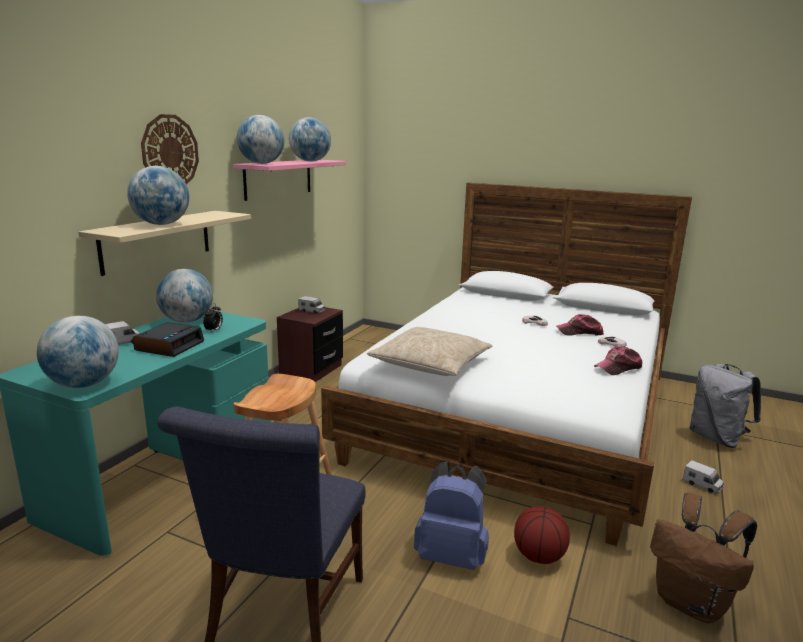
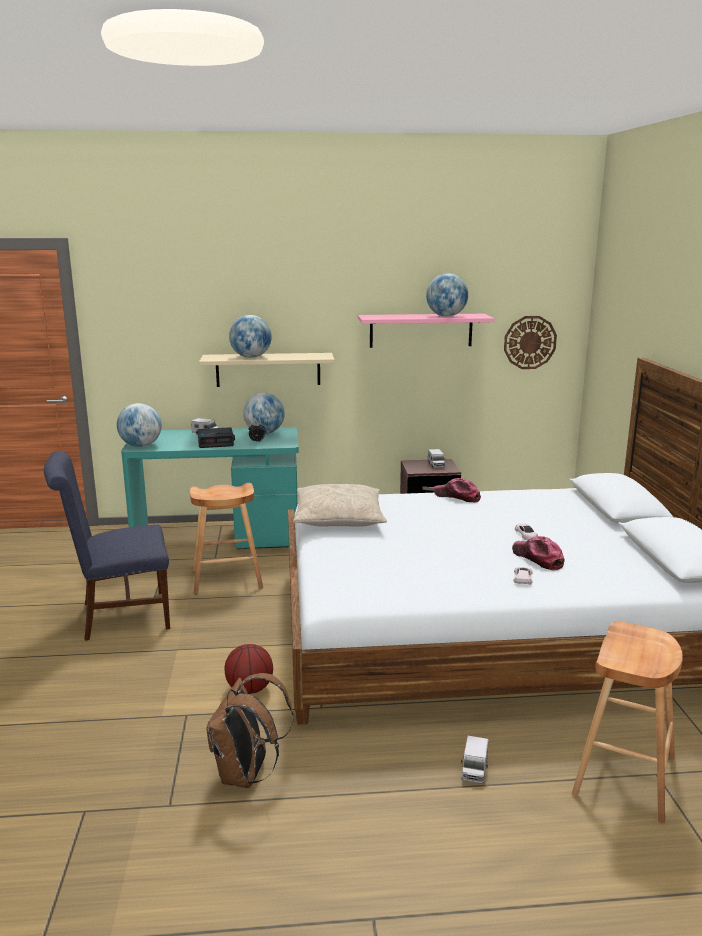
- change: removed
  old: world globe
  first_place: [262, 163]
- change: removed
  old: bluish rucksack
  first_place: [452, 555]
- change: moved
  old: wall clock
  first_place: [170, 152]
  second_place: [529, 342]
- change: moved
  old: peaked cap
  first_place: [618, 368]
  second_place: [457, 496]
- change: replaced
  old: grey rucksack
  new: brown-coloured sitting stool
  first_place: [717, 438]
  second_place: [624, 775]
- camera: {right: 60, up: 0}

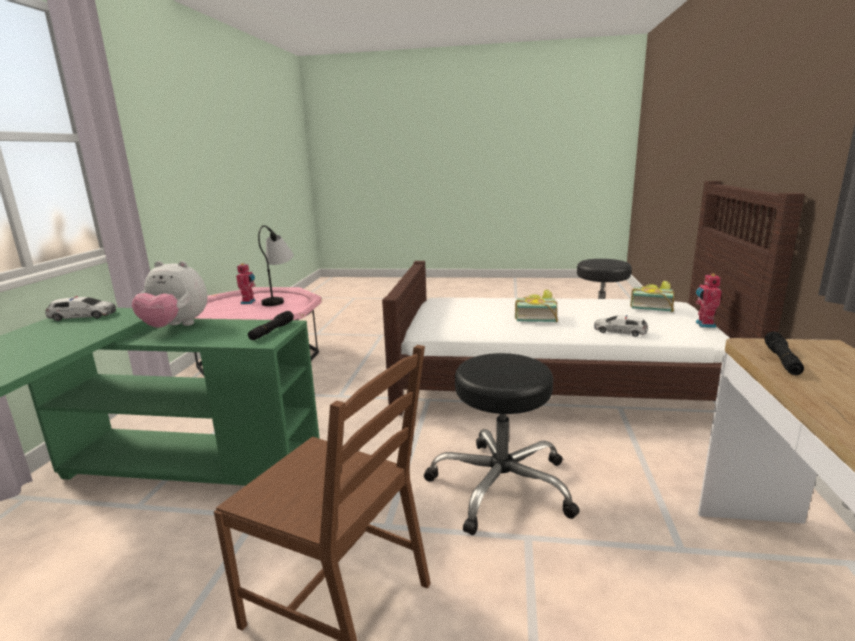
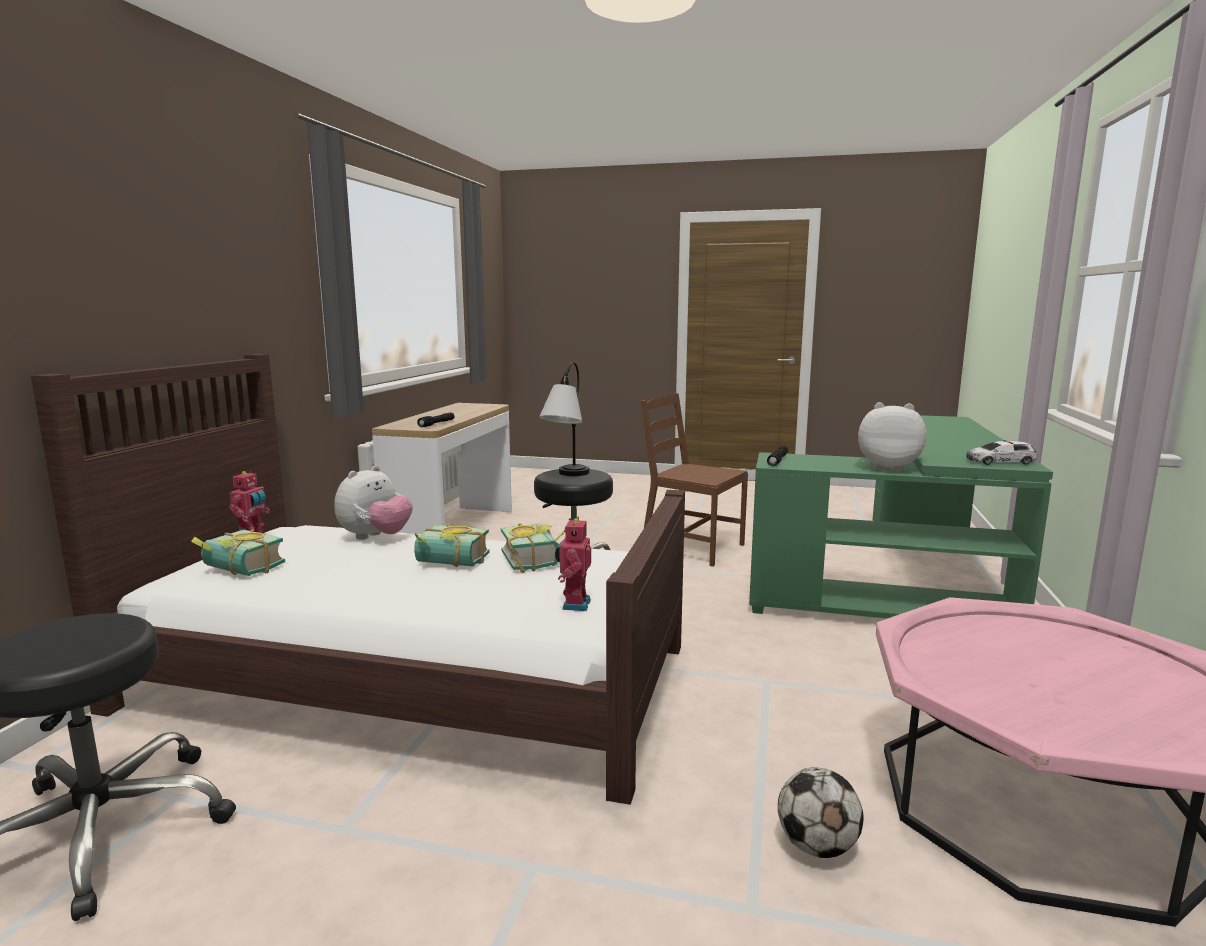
- change: added
  new: bound book
  second_place: [537, 560]
- change: added
  new: football ball
  second_place: [817, 846]
- change: moved
  old: model robot
  first_place: [249, 302]
  second_place: [574, 604]
- change: moved
  old: tabletop lamp
  first_place: [280, 299]
  second_place: [566, 477]
- change: replaced
  old: toy car
  new: plush toy
  first_place: [620, 331]
  second_place: [375, 537]
- camera: {right: -175, up: -5}

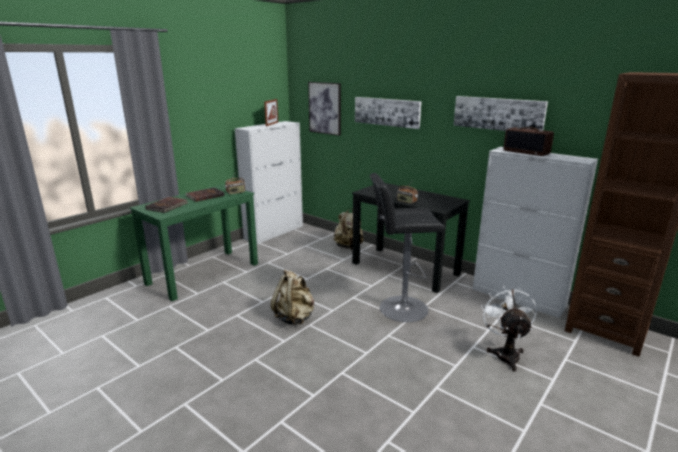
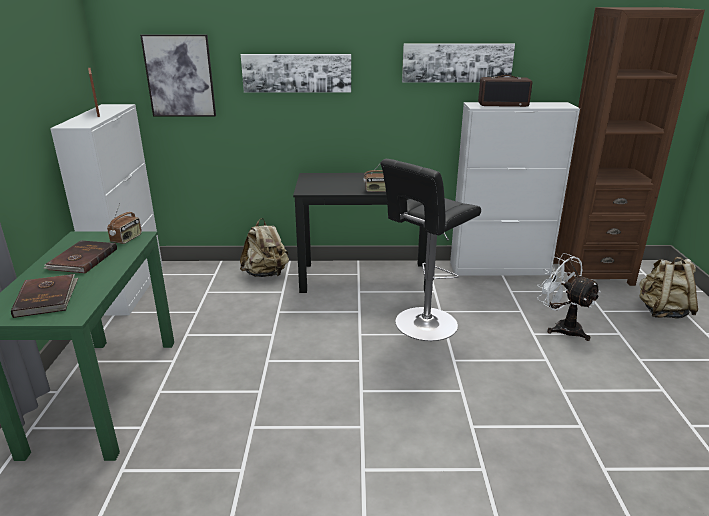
- change: moved
  old: beige rucksack
  first_place: [294, 317]
  second_place: [662, 311]
- camera: {right: -40, up: 5}

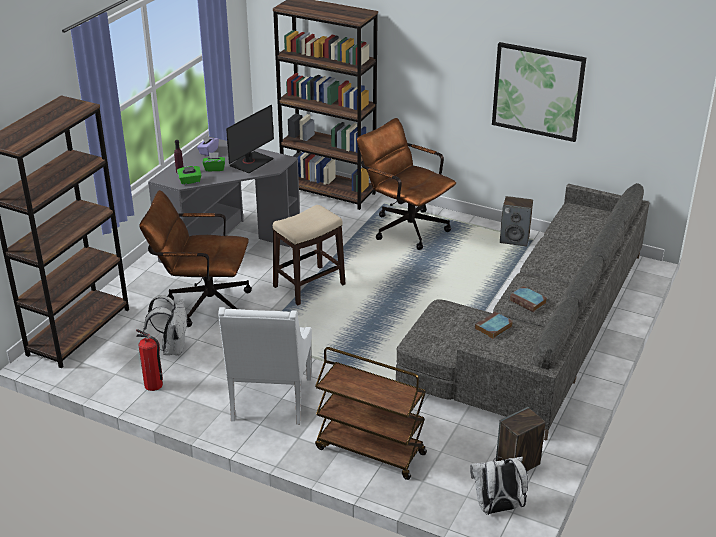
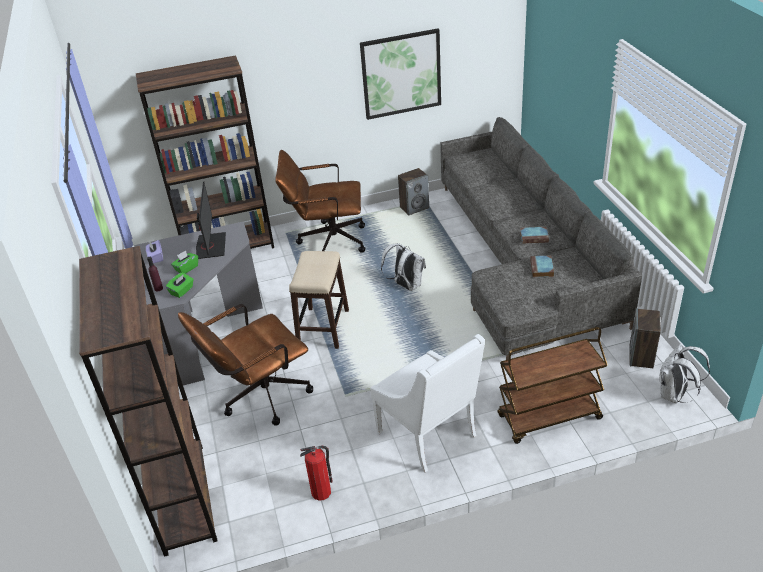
- change: moved
  old: whitish rucksack
  first_place: [172, 348]
  second_place: [406, 285]
- camera: {right: -40, up: 5}

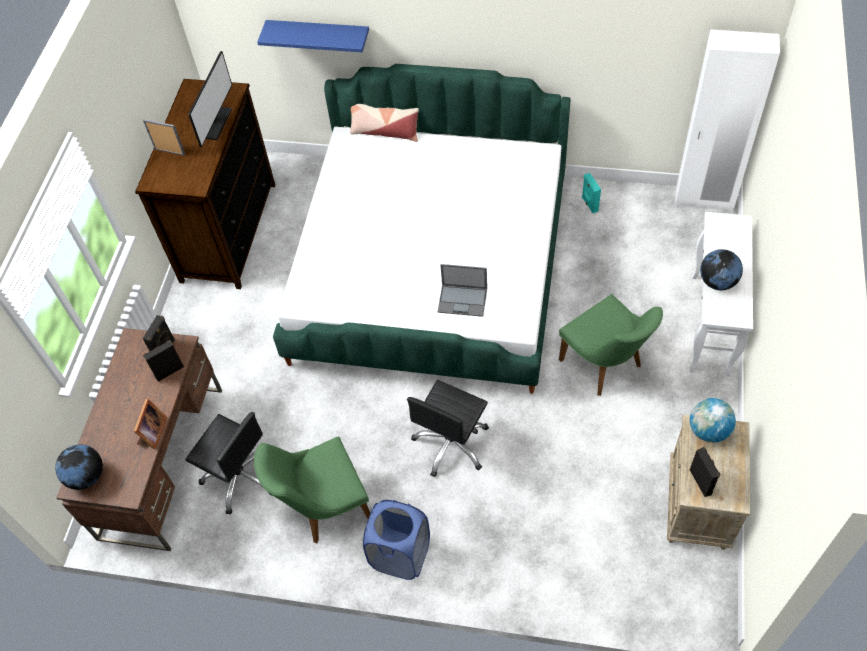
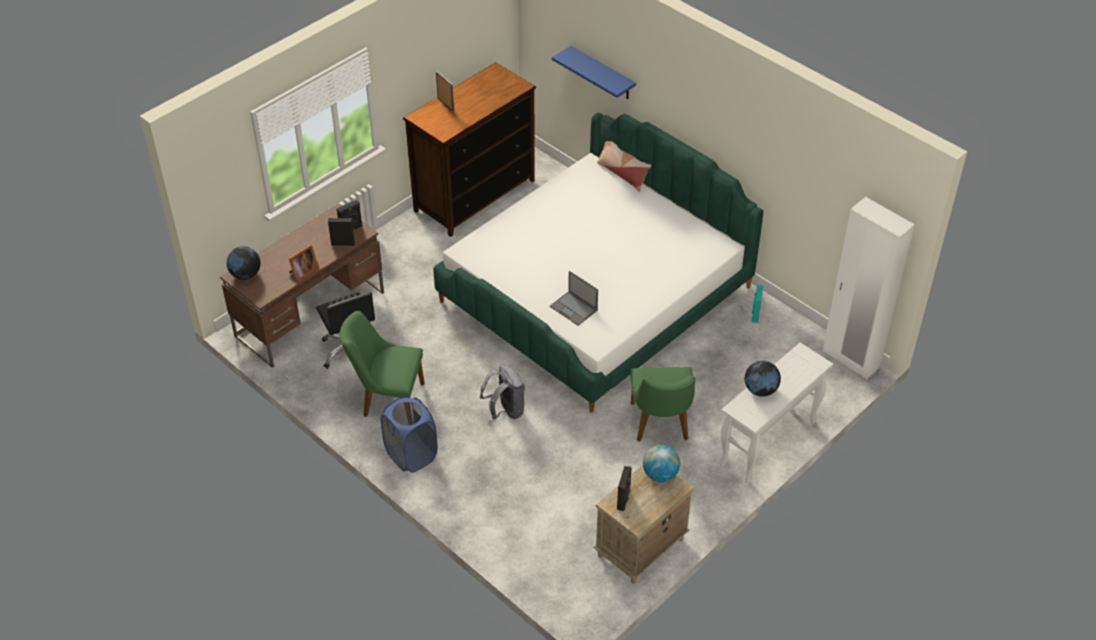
- change: removed
  old: monitor
  first_place: [215, 123]
- change: replaced
  old: blackish desk chair
  new: grey rucksack
  first_place: [451, 444]
  second_place: [505, 411]
- camera: {right: 30, up: -10}

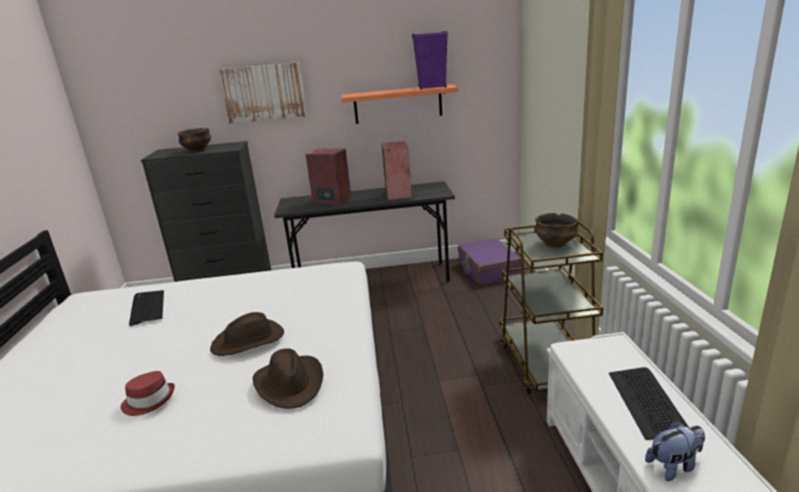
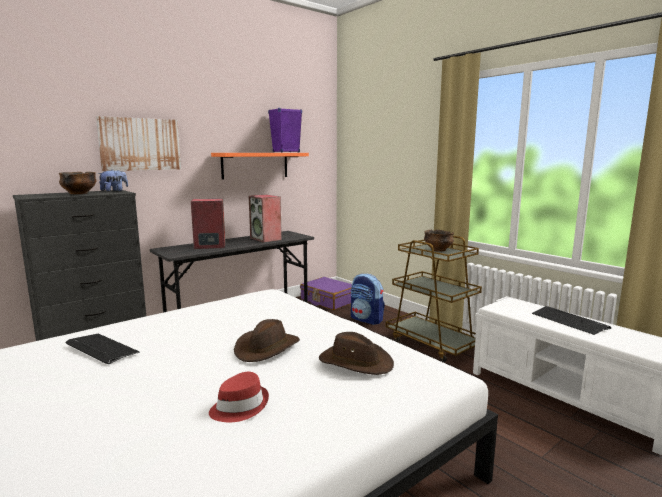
- change: added
  new: rucksack
  second_place: [366, 319]
- change: moved
  old: plush toy
  first_place: [674, 466]
  second_place: [114, 191]
- camera: {right: -35, up: -10}

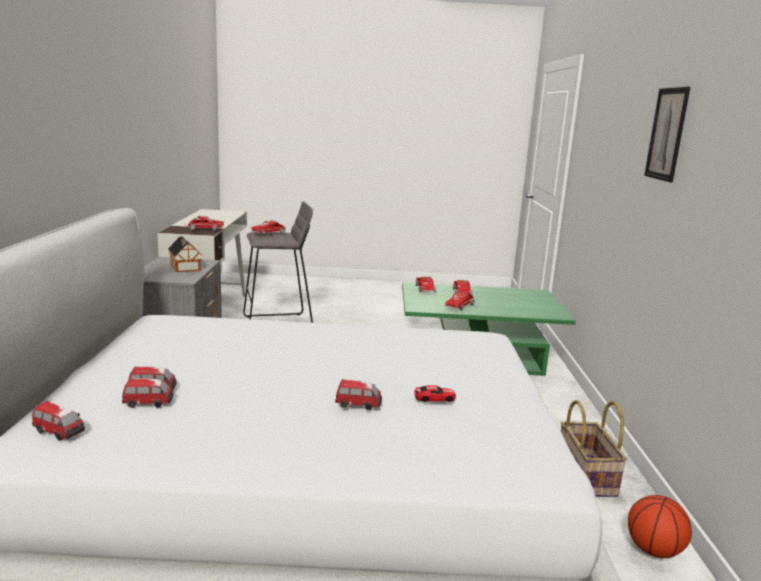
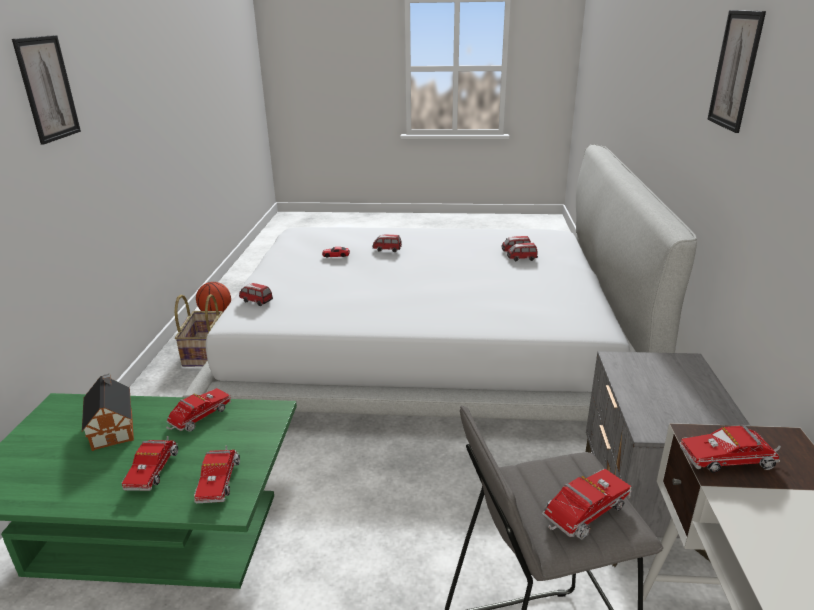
- change: added
  new: wall picture
  second_place: [735, 70]
- change: moved
  old: toy car
  first_place: [59, 432]
  second_place: [256, 301]
- change: moved
  old: model house
  first_place: [185, 267]
  second_place: [113, 427]
- camera: {right: -175, up: 10}

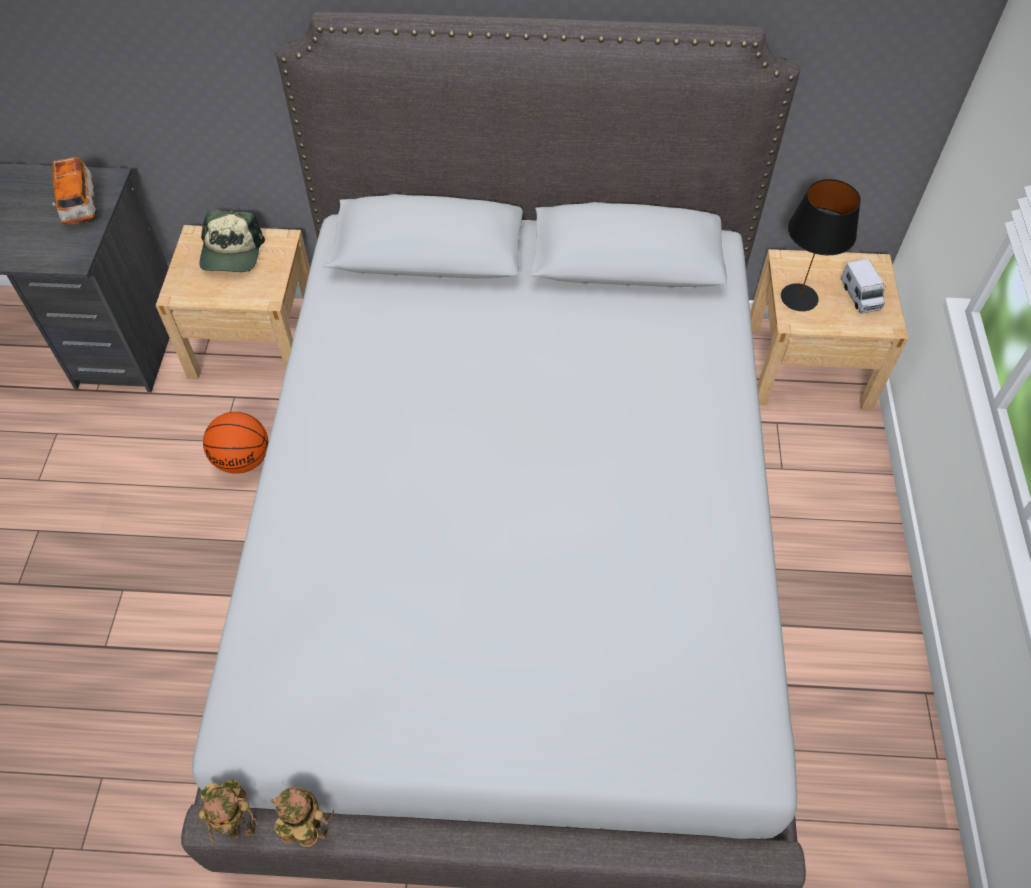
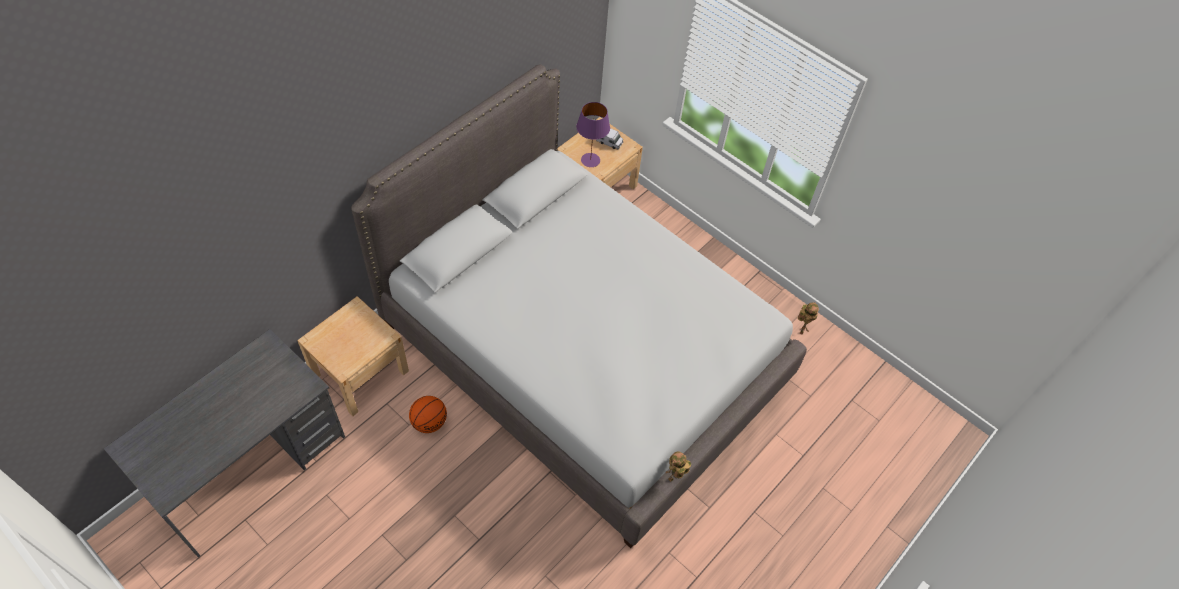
- change: removed
  old: toy car
  first_place: [80, 205]
- change: removed
  old: peaked cap
  first_place: [231, 253]
- change: moved
  old: model robot
  first_place: [243, 828]
  second_place: [801, 329]
- change: recoloured
  old: blackish tabletop lamp
  new: purple-coloured tabletop lamp
  first_place: [799, 297]
  second_place: [590, 160]
- camera: {right: -55, up: 0}

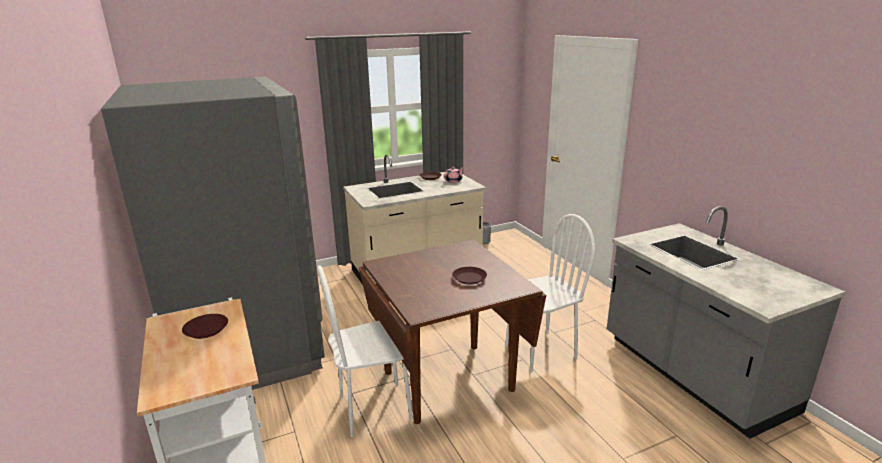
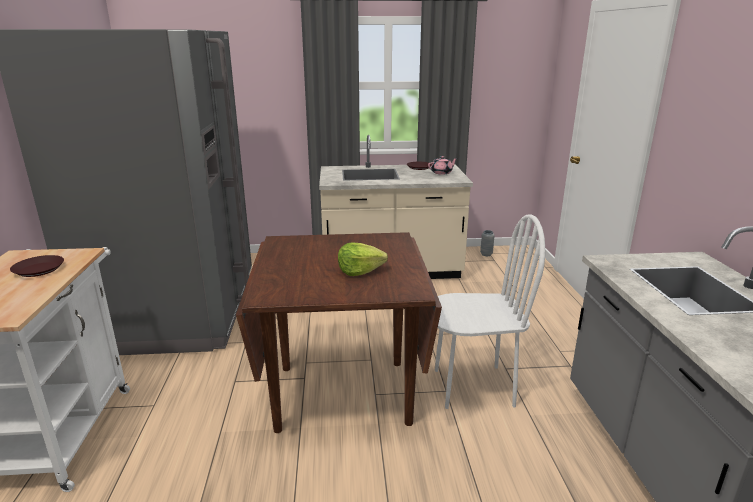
- change: removed
  old: whitish chair
  first_place: [375, 408]
- change: replaced
  old: brown-coloured flat dish
  new: head of lettuce
  first_place: [469, 278]
  second_place: [359, 271]
- camera: {right: 20, up: 0}

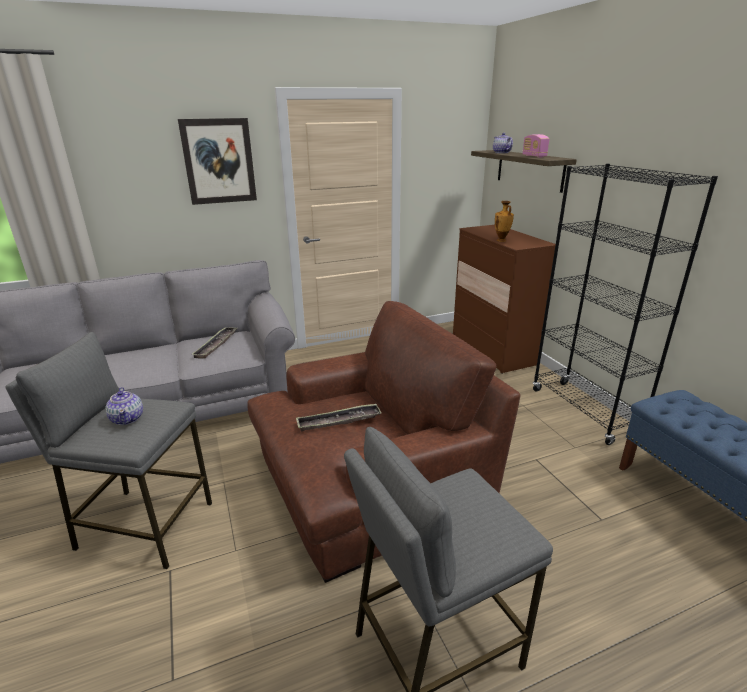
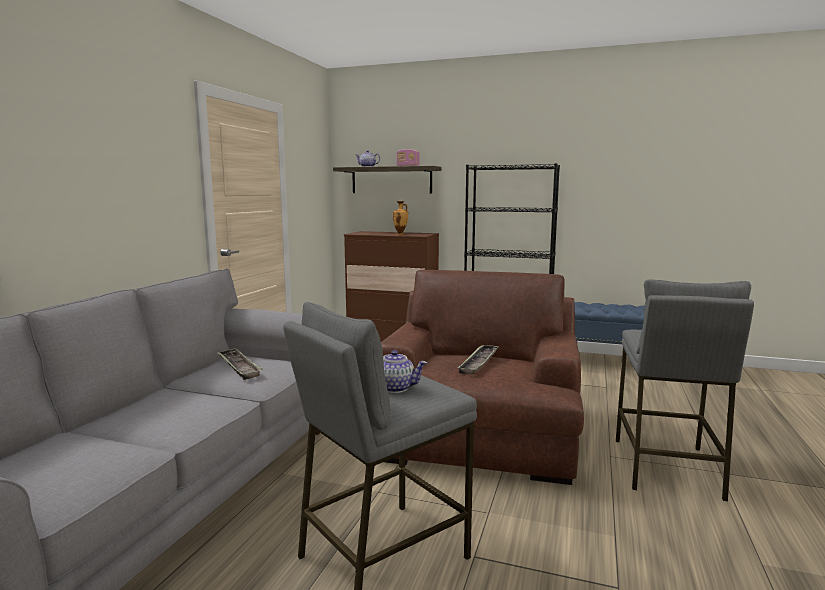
- change: removed
  old: wall picture
  first_place: [219, 161]
- camera: {right: -50, up: -15}

